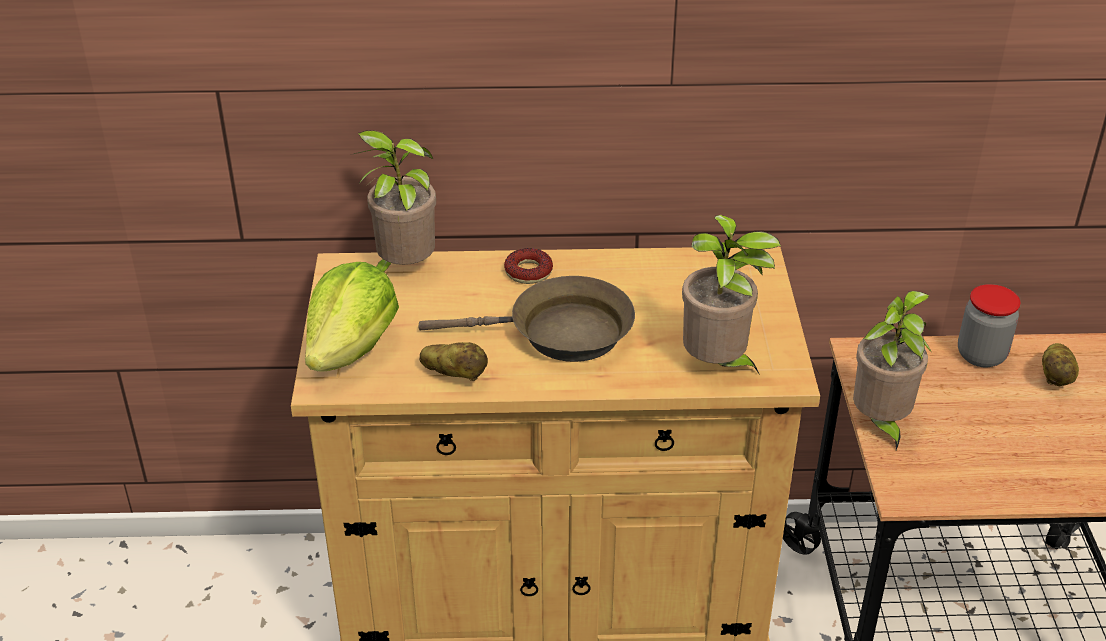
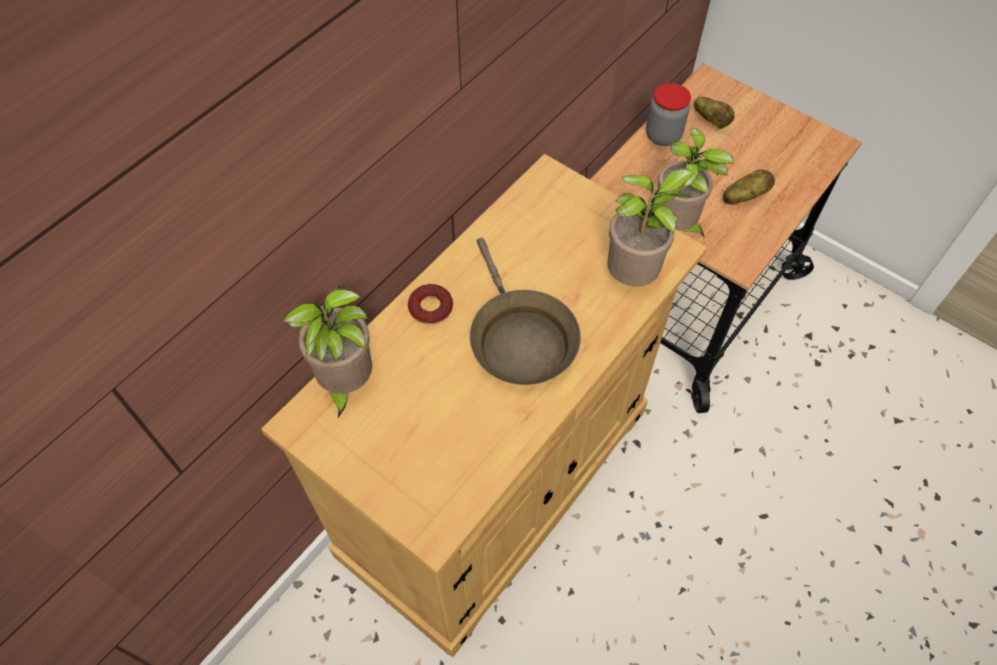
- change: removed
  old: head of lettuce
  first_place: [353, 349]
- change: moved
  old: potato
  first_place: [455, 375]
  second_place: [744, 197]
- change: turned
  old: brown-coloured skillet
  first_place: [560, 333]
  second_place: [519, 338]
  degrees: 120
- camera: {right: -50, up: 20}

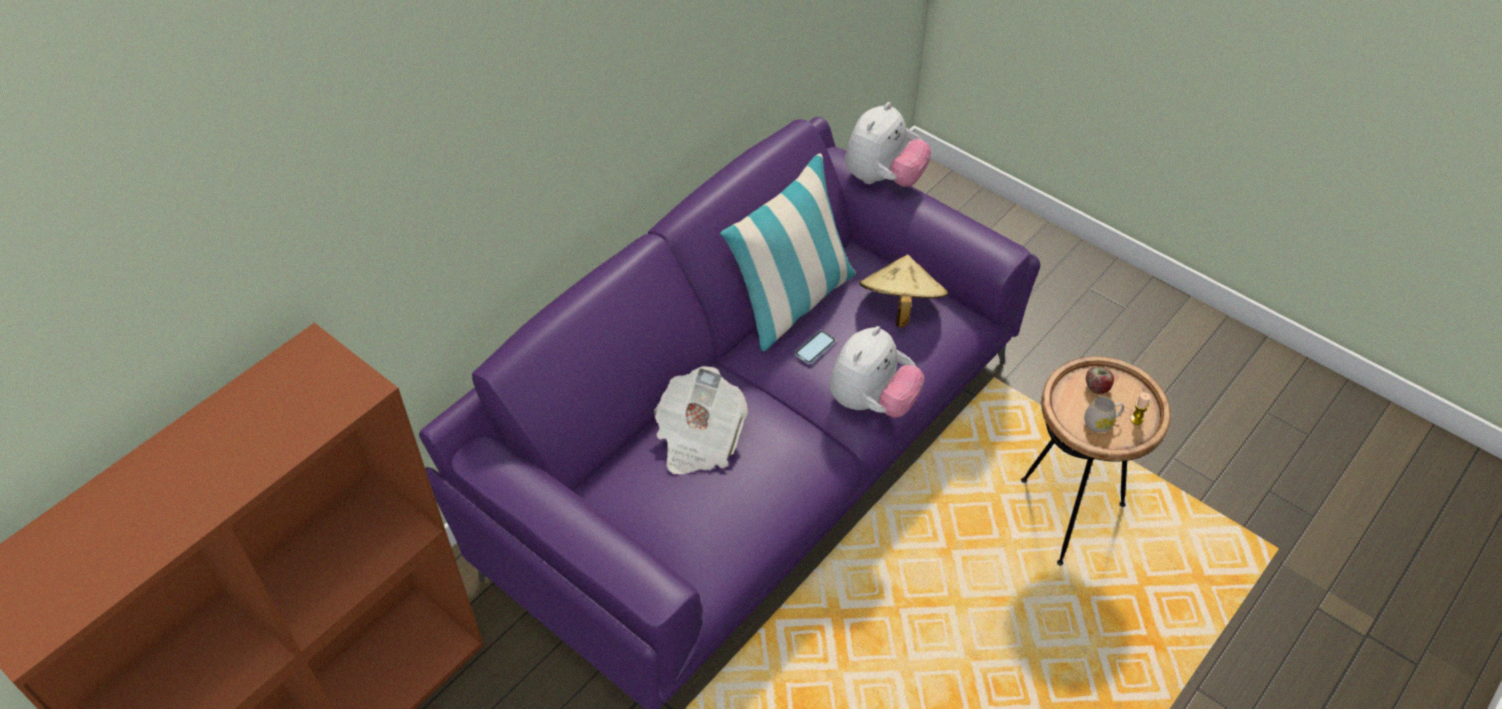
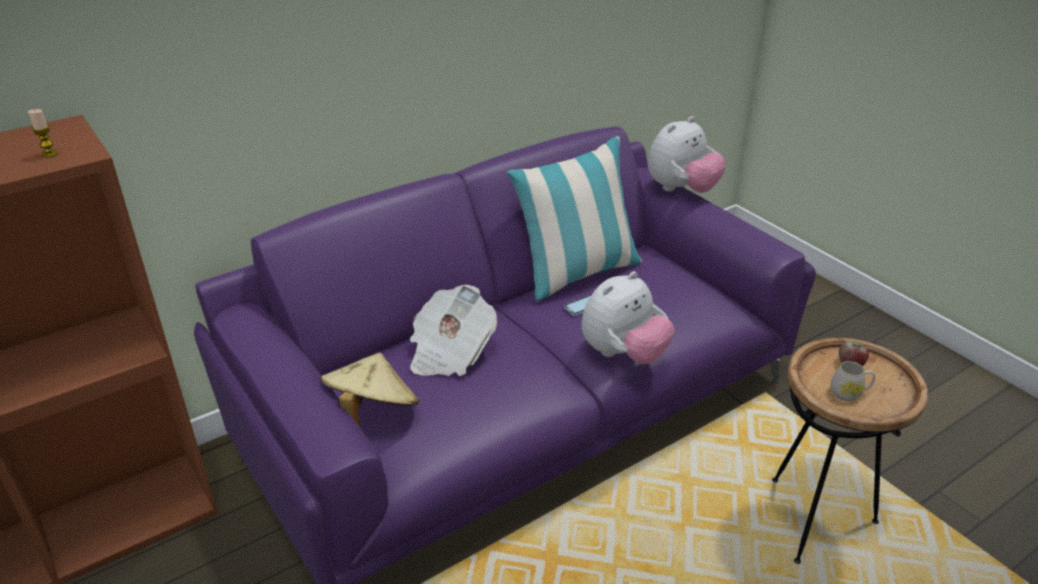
- change: moved
  old: beige wearable hat
  first_place: [900, 307]
  second_place: [372, 413]
- change: moved
  old: wax candle
  first_place: [1136, 419]
  second_place: [49, 154]
- camera: {right: 15, up: -15}

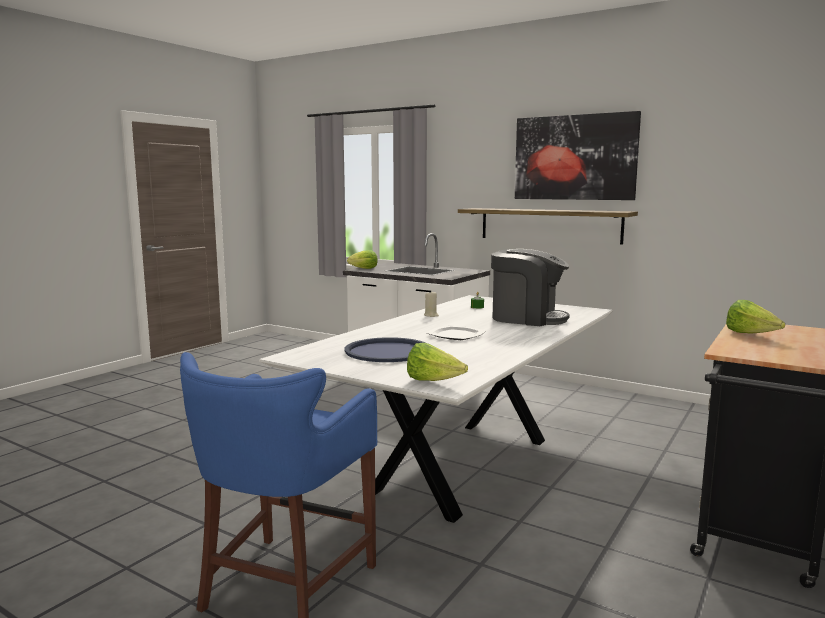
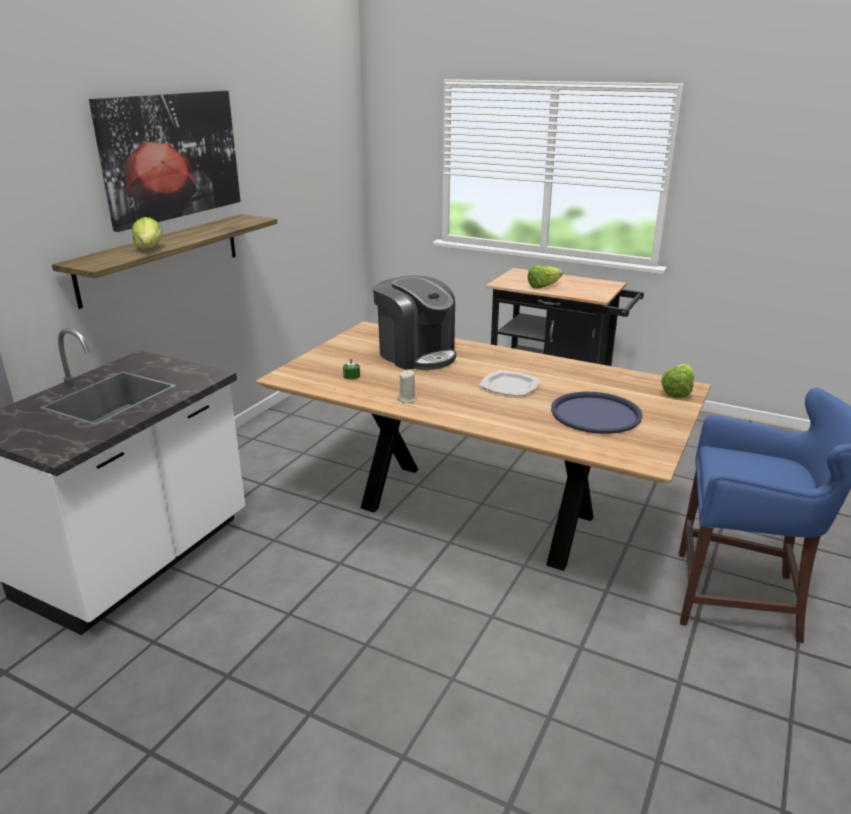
- change: moved
  old: head of lettuce
  first_place: [364, 269]
  second_place: [149, 249]
- change: recoloured
  old: whitish kitchen table
  new: brown-coloured kitchen table
  first_place: [463, 465]
  second_place: [477, 513]
- change: turned
  old: coffee brewer
  first_place: [527, 318]
  second_place: [416, 355]
  degrees: 120
- camera: {right: -95, up: 15}

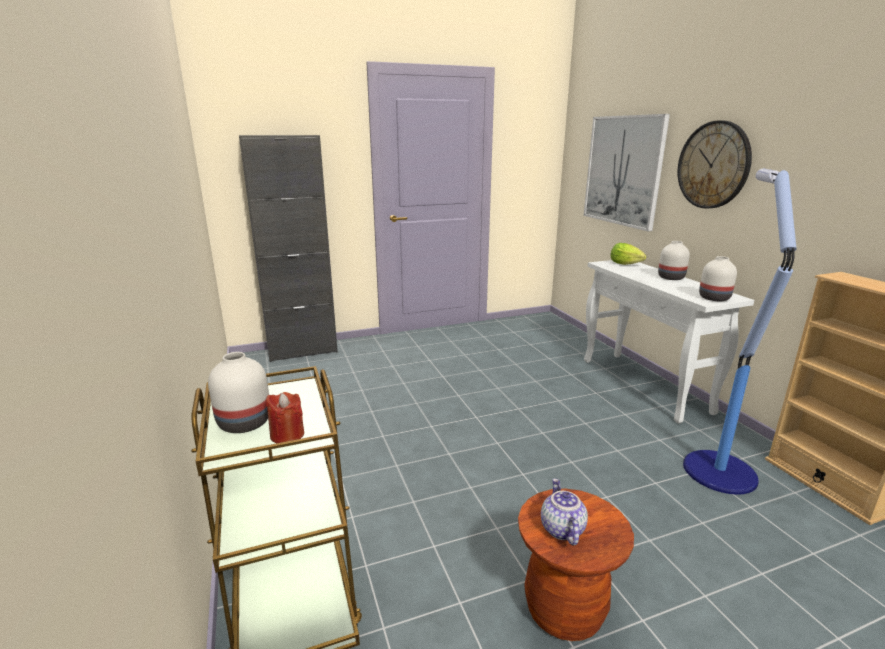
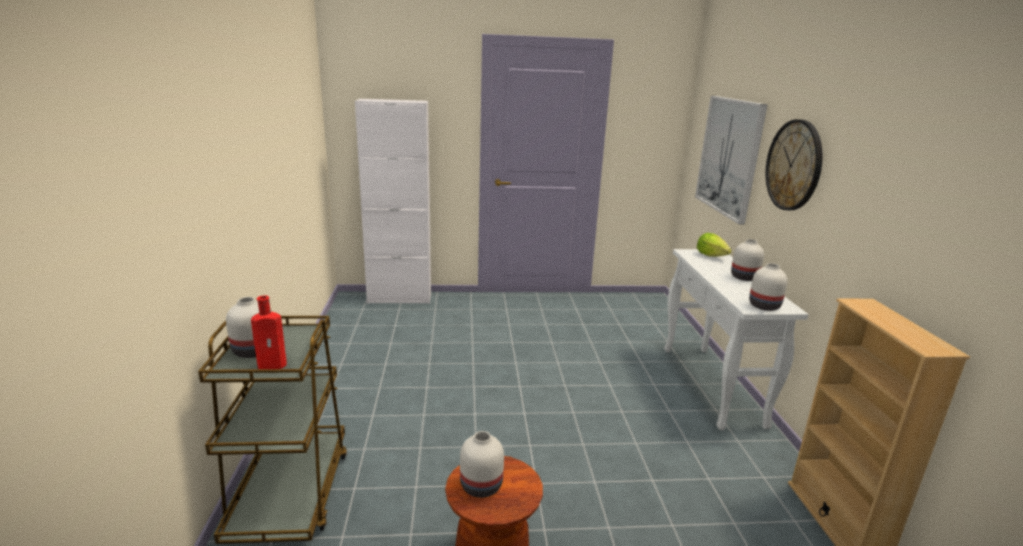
- change: removed
  old: standing lamp
  first_place: [718, 469]
- change: replaced
  old: red-coloured wax candle
  new: red-coloured bottle
  first_place: [287, 435]
  second_place: [274, 365]
- change: replaced
  old: teapot
  new: whitish vase
  first_place: [561, 529]
  second_place: [480, 486]
- change: recoloured
  old: blackish storage cabinet
  new: whitish storage cabinet
  first_place: [302, 351]
  second_place: [399, 298]
- camera: {right: 15, up: 0}

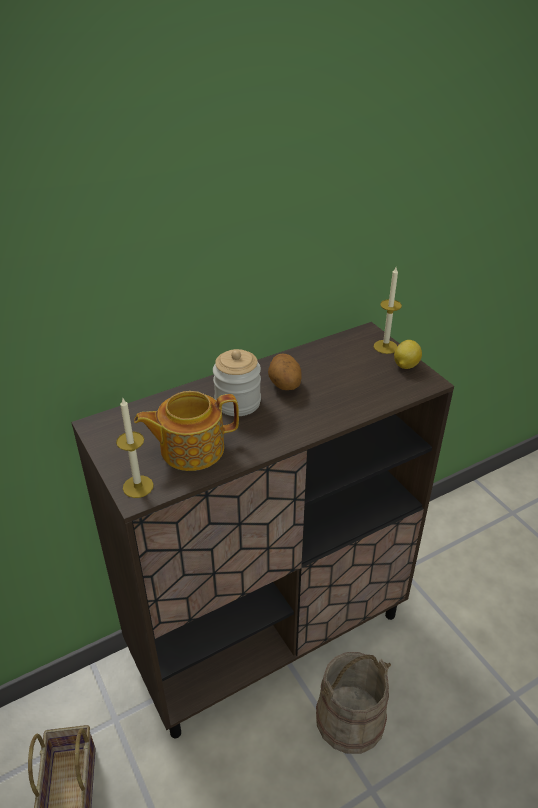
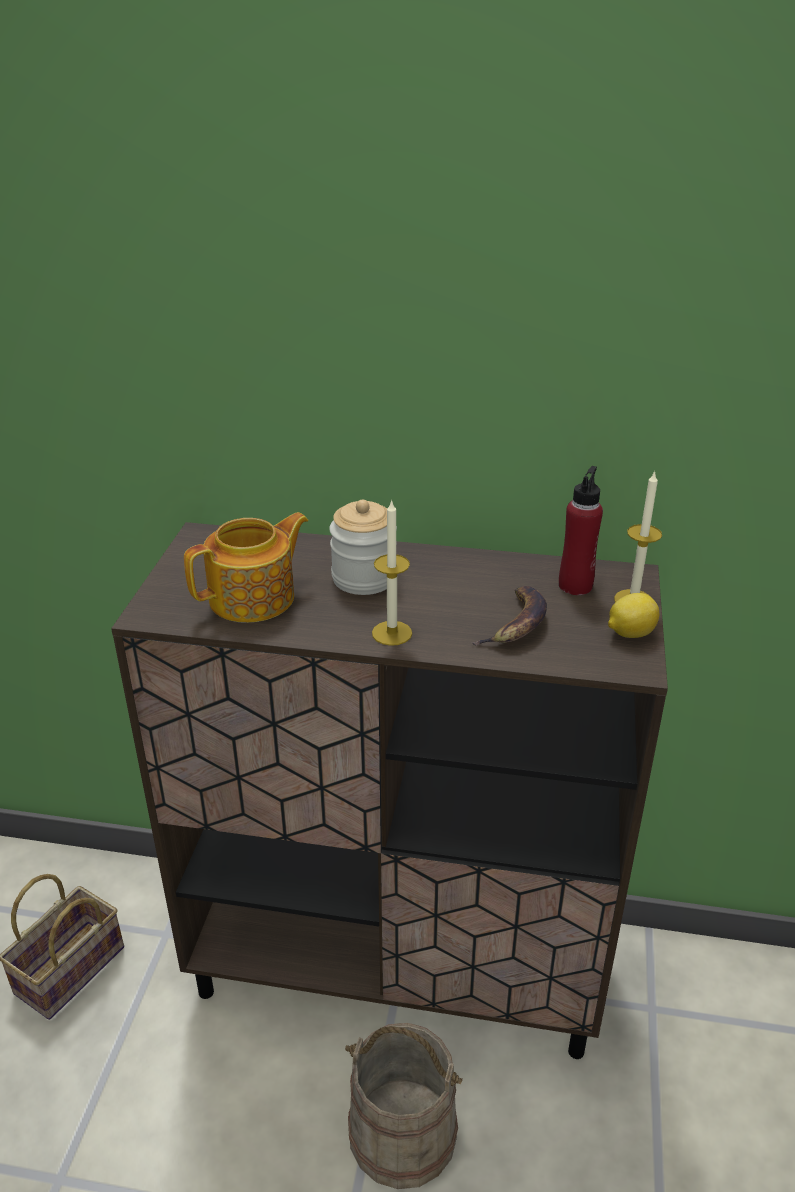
- change: removed
  old: potato
  first_place: [284, 385]
- change: added
  new: banana
  second_place: [516, 624]
- change: added
  new: red-coloured bottle
  second_place: [575, 585]
- change: moved
  old: wax candle
  first_place: [138, 486]
  second_place: [392, 633]
- change: turned
  old: teapot
  first_place: [190, 448]
  second_place: [254, 598]
  degrees: 120
- camera: {right: 40, up: -5}

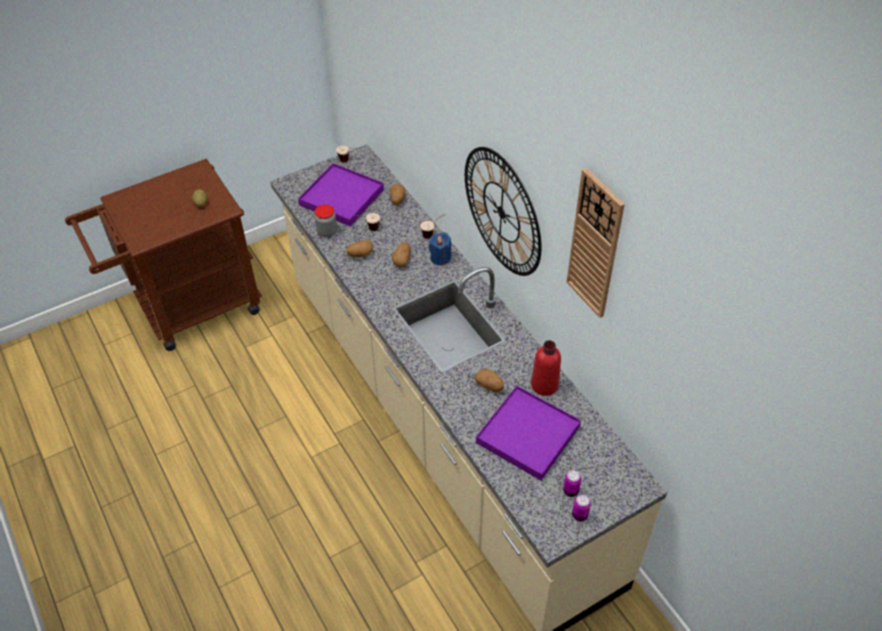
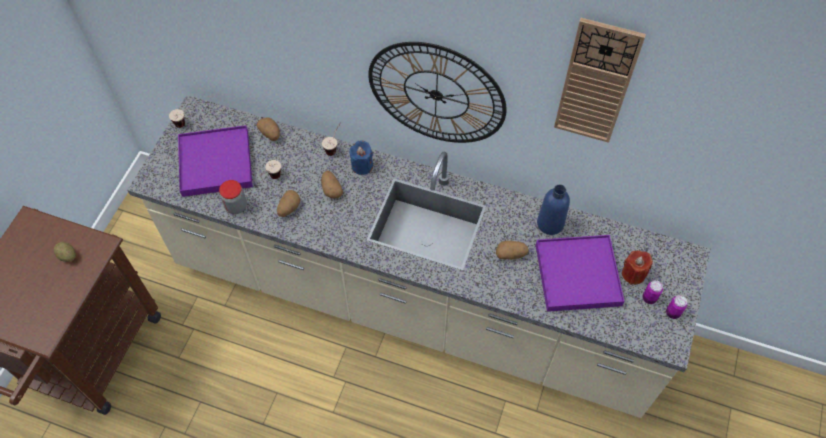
- change: added
  new: red-coloured wax candle
  second_place: [633, 274]
- change: recoloured
  old: red-coloured bottle
  new: bluish bottle
  first_place: [544, 385]
  second_place: [550, 223]
- camera: {right: -40, up: 10}

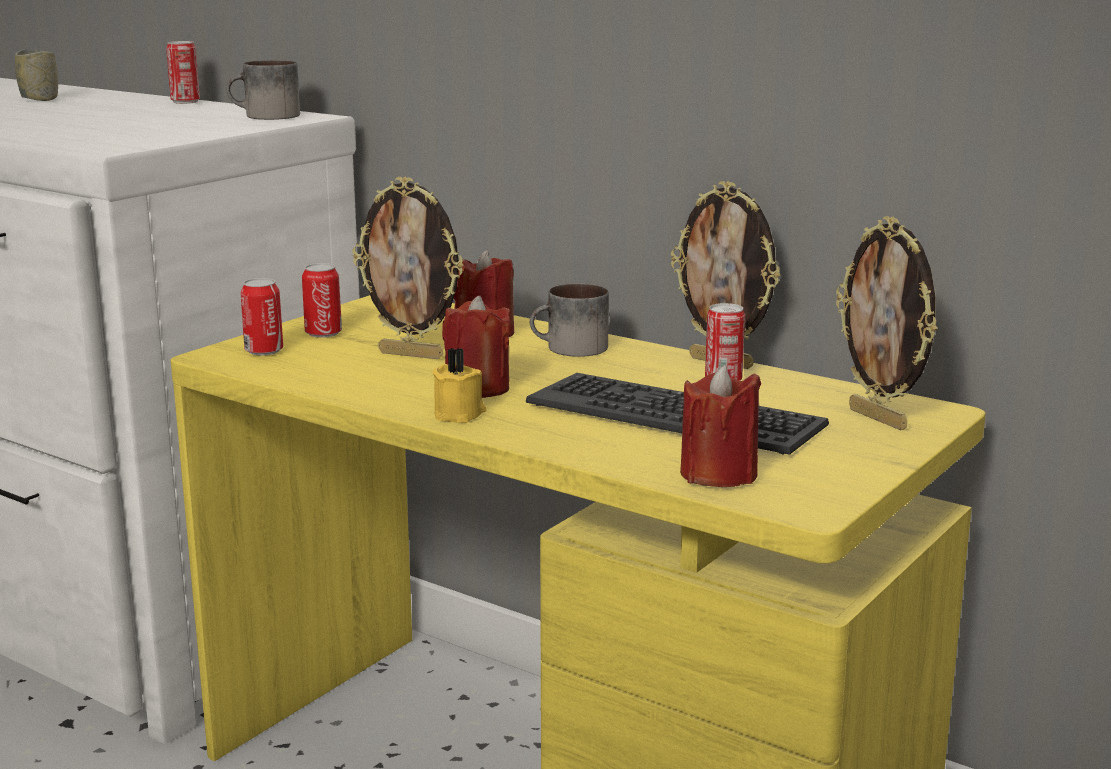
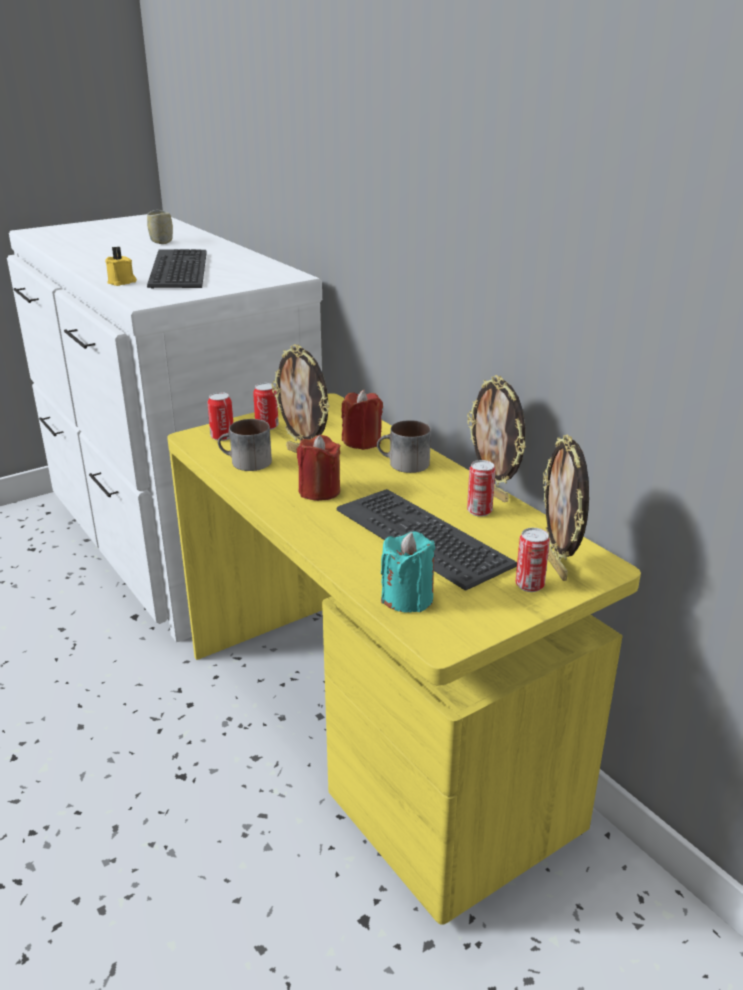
- change: added
  new: computer keyboard
  second_place: [180, 270]
- change: moved
  old: metal can
  first_place: [185, 102]
  second_place: [529, 585]
- change: moved
  old: coffee mug
  first_place: [265, 116]
  second_place: [245, 463]
- change: moved
  old: yellow wax candle
  first_place: [460, 414]
  second_place: [122, 282]
- change: recoloured
  old: red-coloured wax candle
  new: turquoise wax candle
  first_place: [718, 474]
  second_place: [407, 598]
- camera: {right: 20, up: 10}

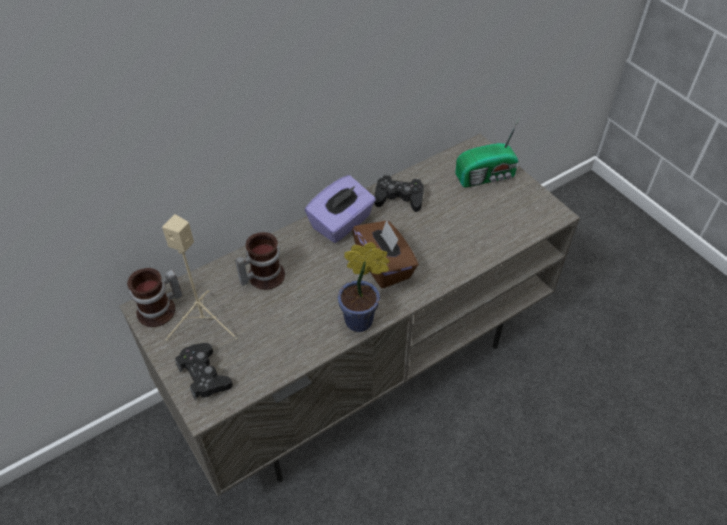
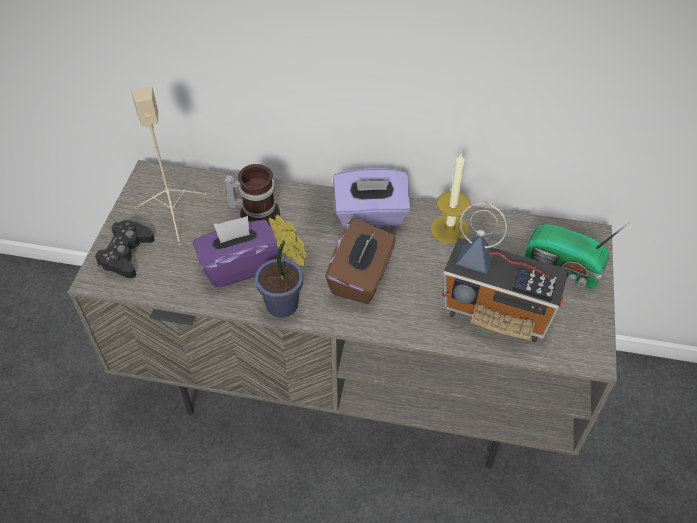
- change: removed
  old: coffee mug
  first_place: [161, 310]
- change: added
  new: purple-coloured tissue box
  second_place: [239, 266]
- change: added
  new: radio receiver
  second_place: [497, 311]
- change: replaced
  old: blackish gamepad
  new: wax candle
  first_place: [399, 198]
  second_place: [449, 229]
- camera: {right: 45, up: 0}

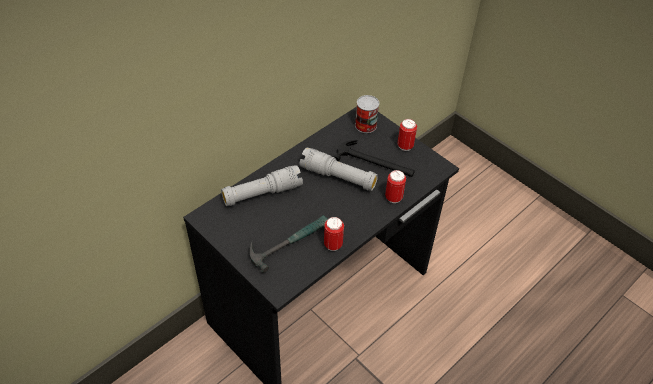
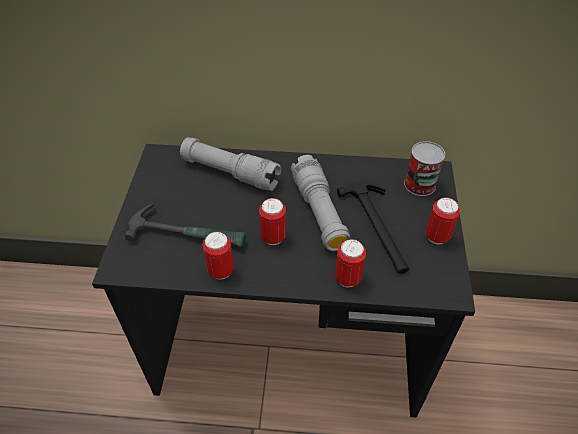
- change: added
  new: metal can
  second_place: [273, 237]
- camera: {right: 50, up: 0}

